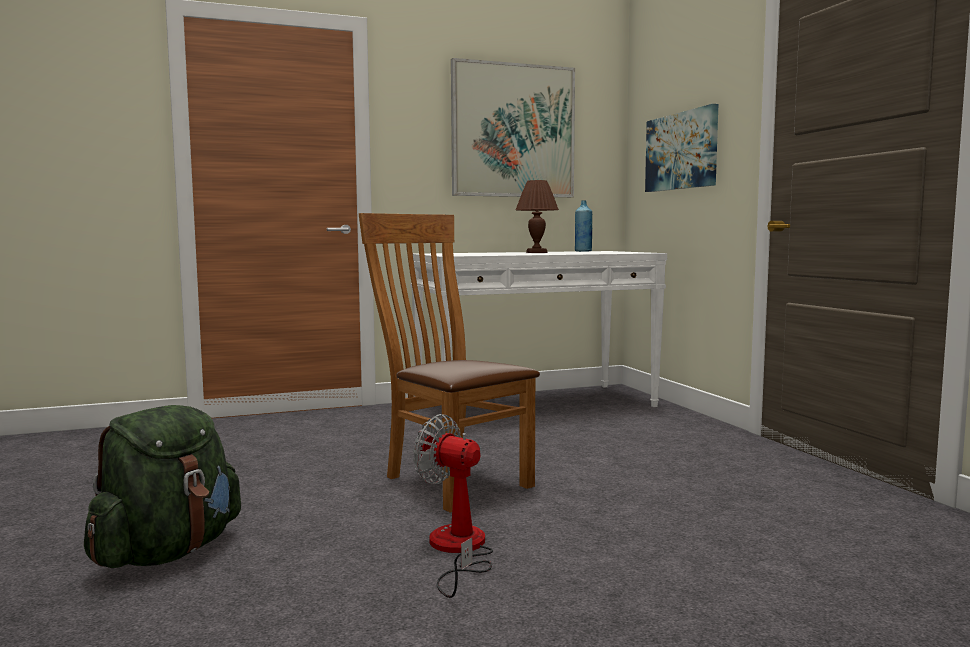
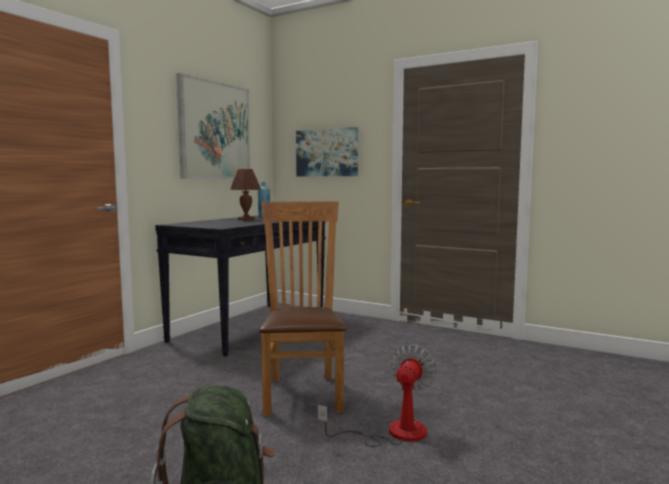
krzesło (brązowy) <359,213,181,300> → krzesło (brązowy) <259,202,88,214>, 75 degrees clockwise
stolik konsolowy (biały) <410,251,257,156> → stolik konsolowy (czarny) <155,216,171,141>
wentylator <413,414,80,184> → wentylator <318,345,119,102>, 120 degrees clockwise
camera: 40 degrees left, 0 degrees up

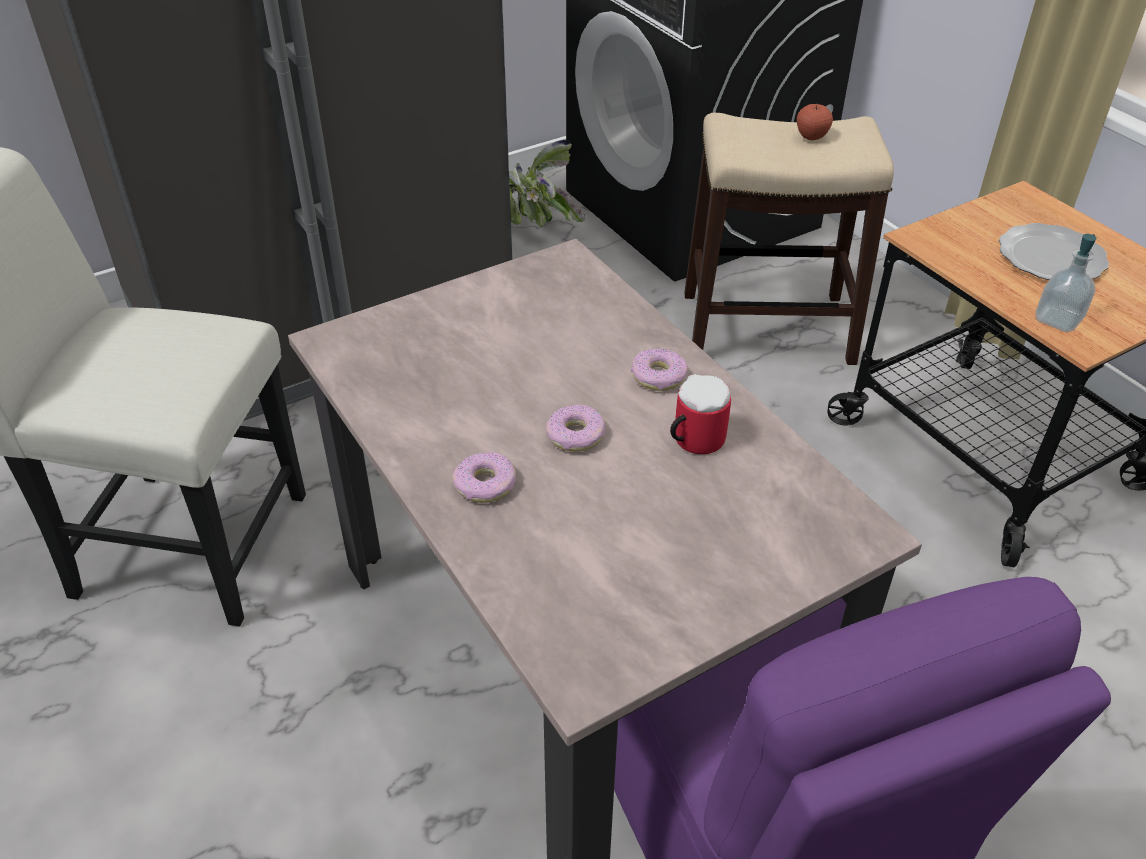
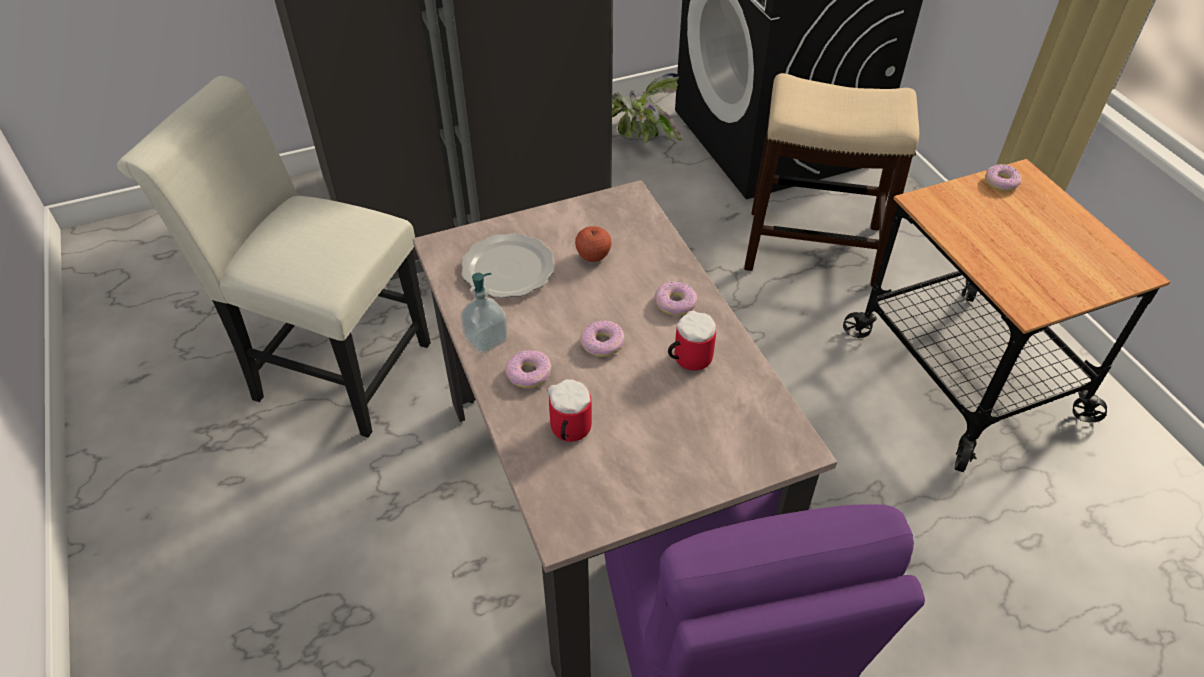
jabłko <797,104,36,36> → jabłko <575,226,36,36>, relocated
talerz <999,223,110,57> → talerz <461,233,94,65>, relocated
dozownik mydła <1035,234,62,98> → dozownik mydła <460,273,48,80>, relocated
- → donut <985,164,37,27>
- → kubek <547,379,45,63>
camera: 10 degrees right, 5 degrees up

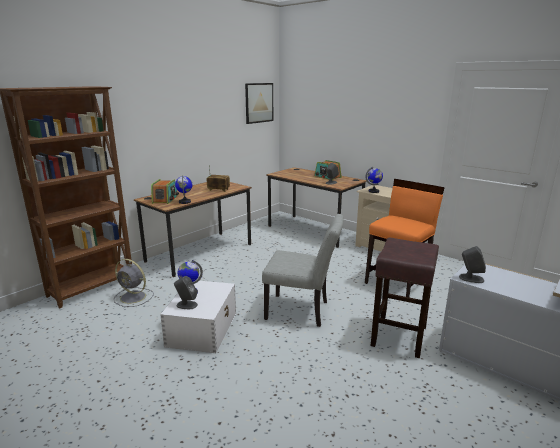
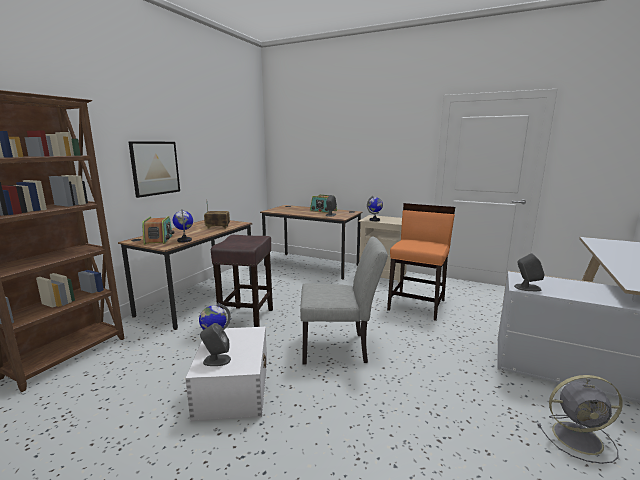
obraz <245,83,28,41> → obraz <128,141,52,57>, relocated
stołek (brązowy) <371,238,68,120> → stołek (brązowy) <211,235,62,92>, relocated
wentylator (szary) <114,259,40,48> → wentylator (szary) <537,375,86,89>, relocated
camera: 15 degrees left, 5 degrees down

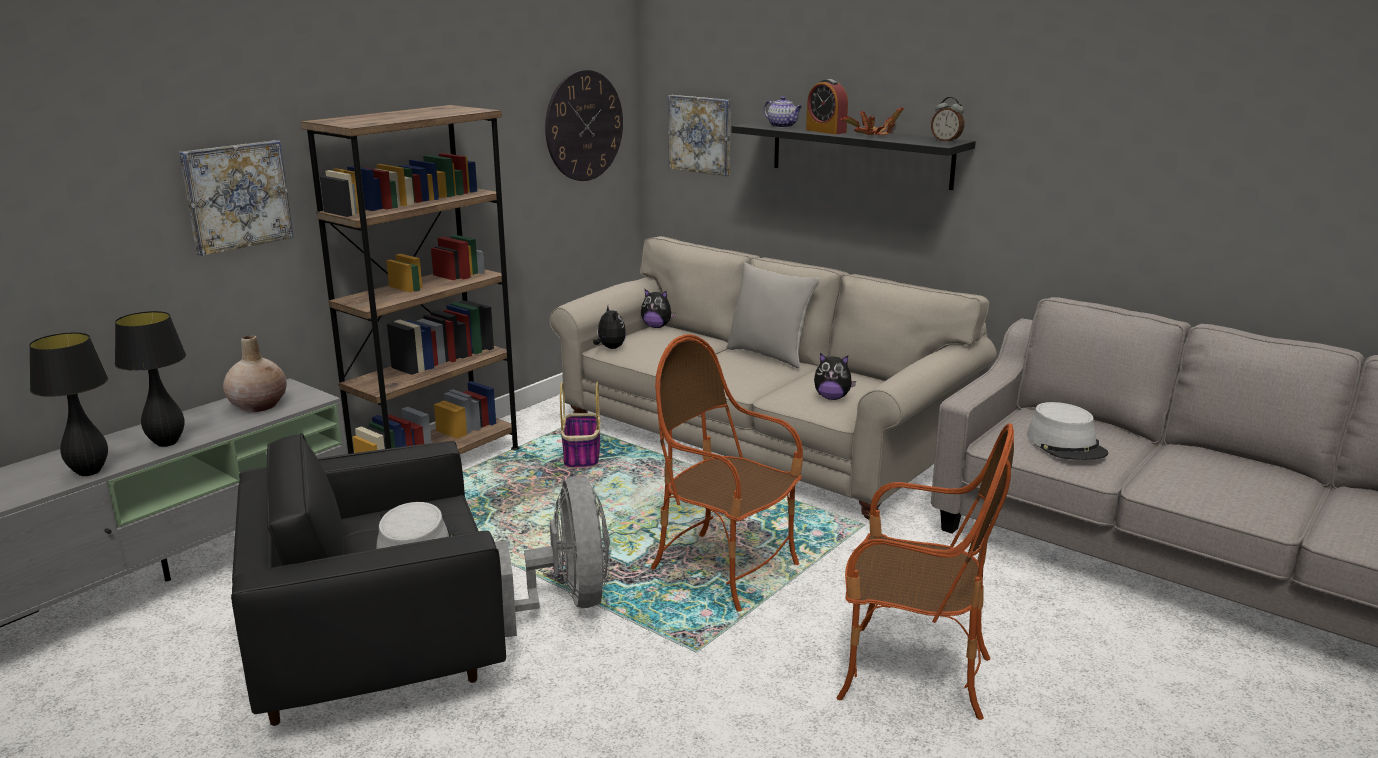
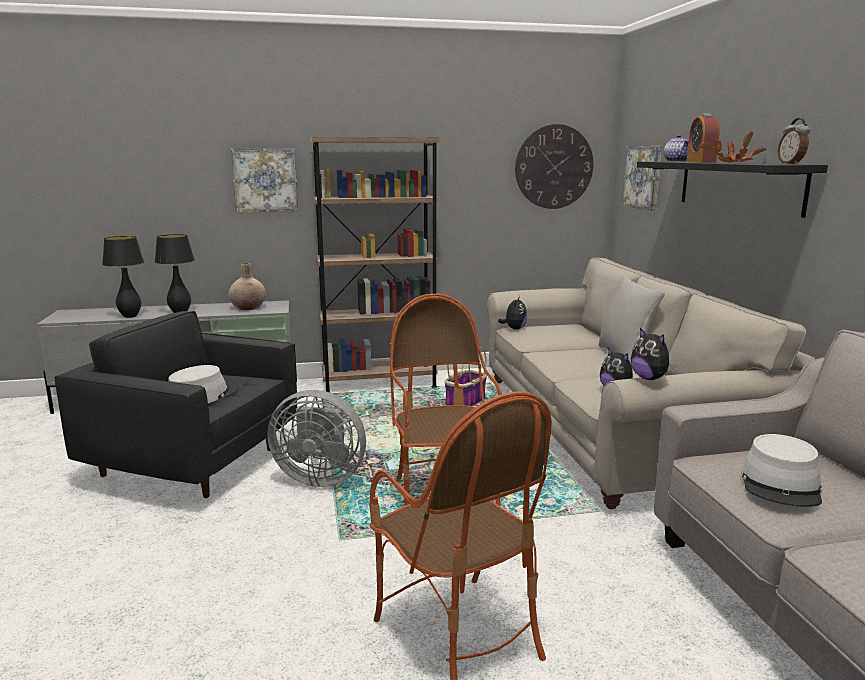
pluszak <641,289,35,39> → pluszak <631,328,46,52>, relocated
wentylator (szary) <495,477,115,160> → wentylator (szary) <267,390,99,97>, 75 degrees clockwise
camera: 40 degrees right, 5 degrees down

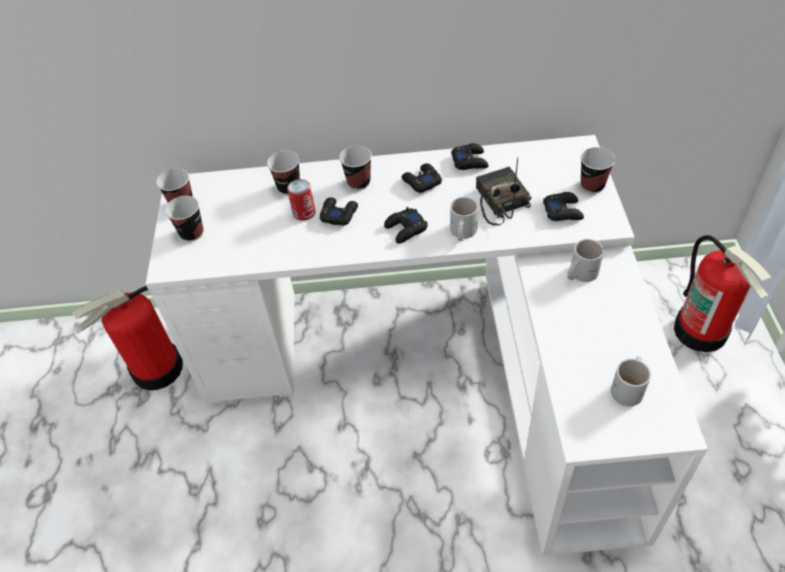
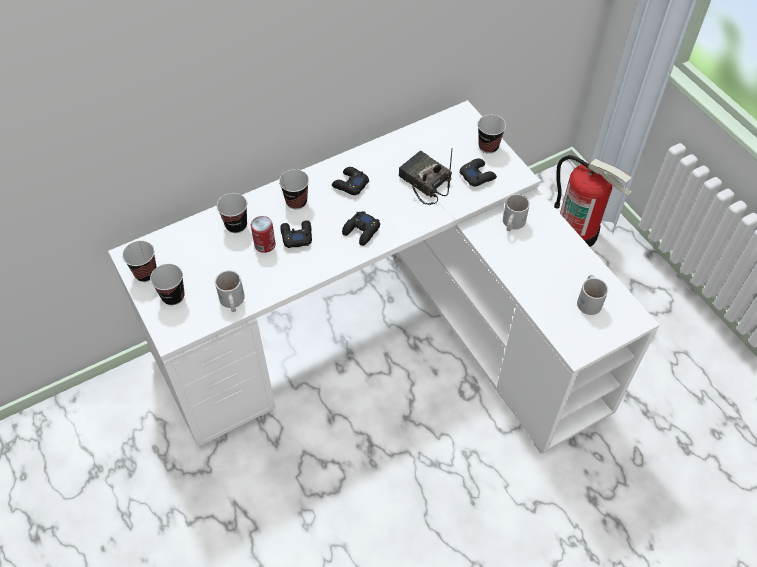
pad do gier (czarny) <451,143,38,27> → -
kubek (biały) <450,197,28,44> → kubek (biały) <215,270,30,42>, relocated
gaśnica <72,286,111,104> → -
camera: 30 degrees left, 5 degrees up

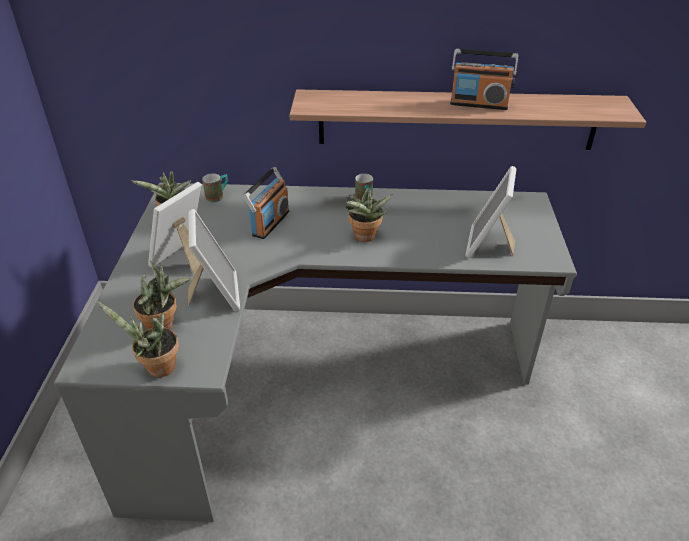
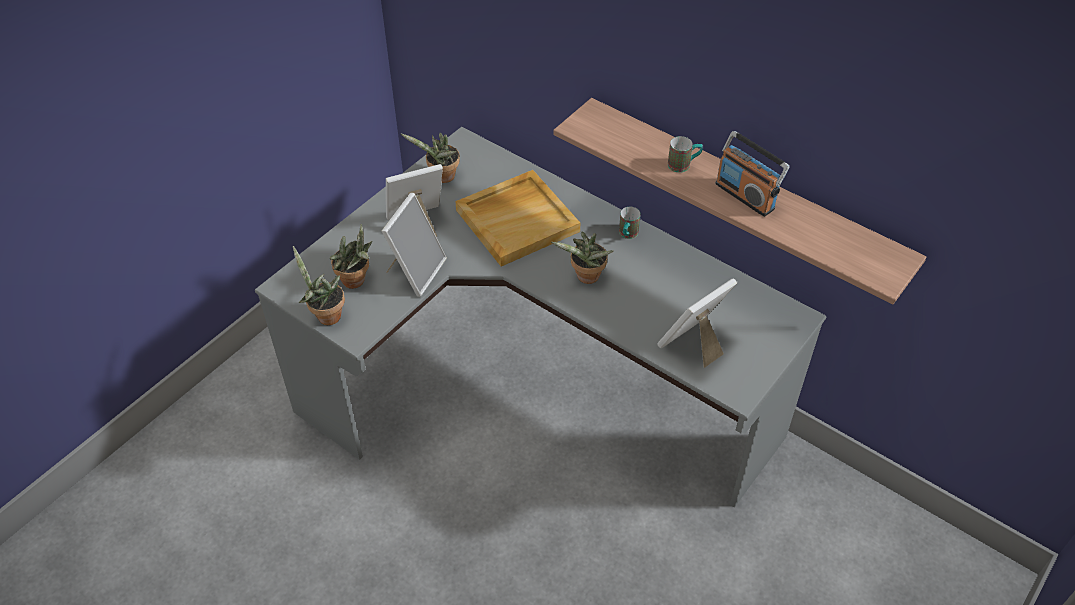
radio <243,167,46,72> → taca (beżowy) <455,170,125,96>
kubek <202,173,26,30> → kubek <668,136,35,37>, relocated
camera: 35 degrees right, 10 degrees up

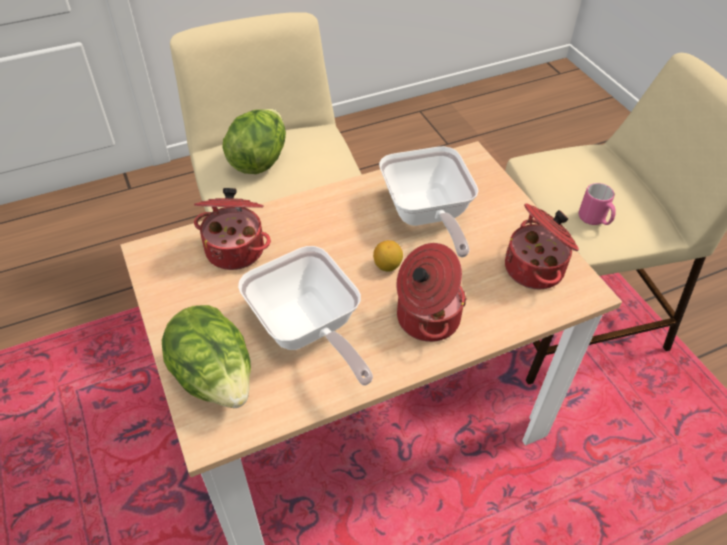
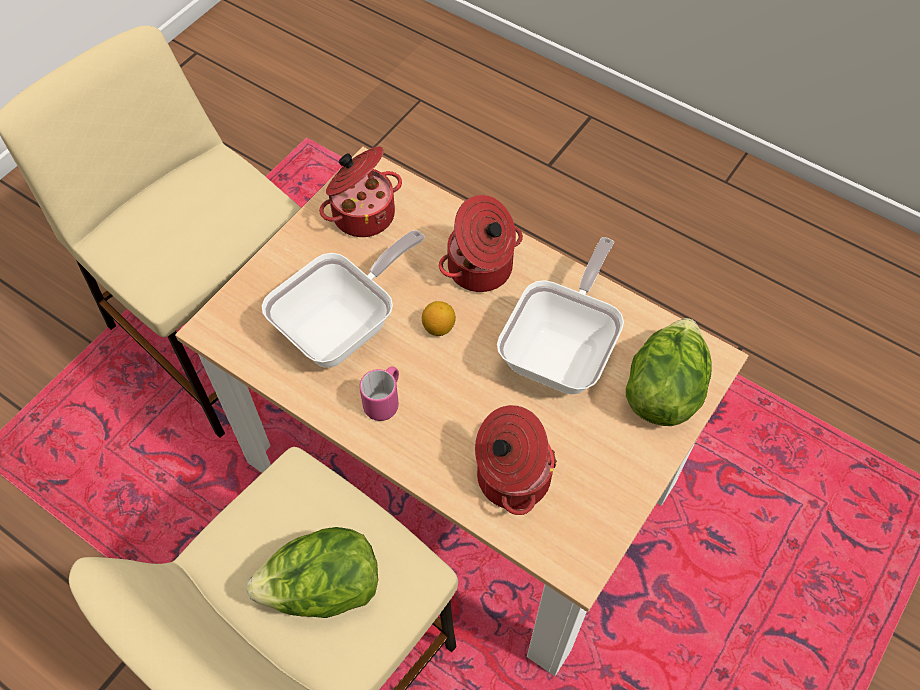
kubek (różowy) <579,183,37,42> → kubek (różowy) <360,366,39,55>, relocated
camera: 120 degrees left, 10 degrees up

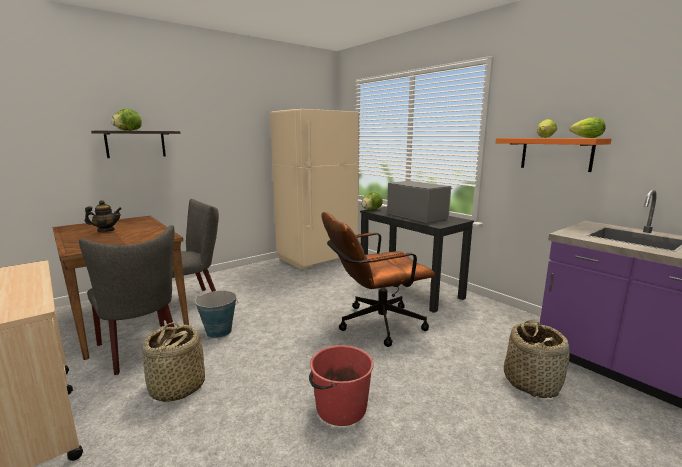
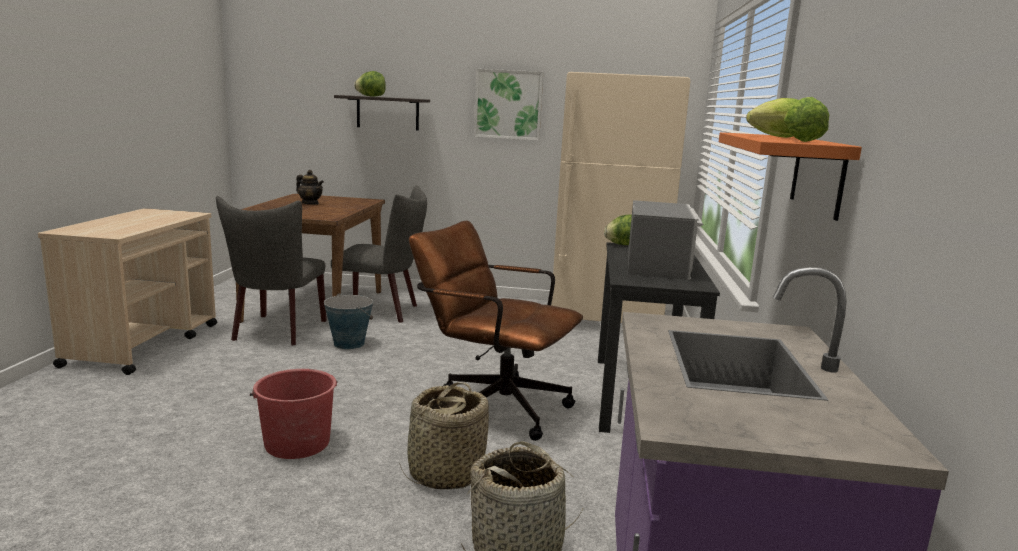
koszyk <142,322,63,80> → koszyk <399,382,90,107>, relocated
- → obraz <474,69,69,72>
camera: 45 degrees right, 0 degrees up

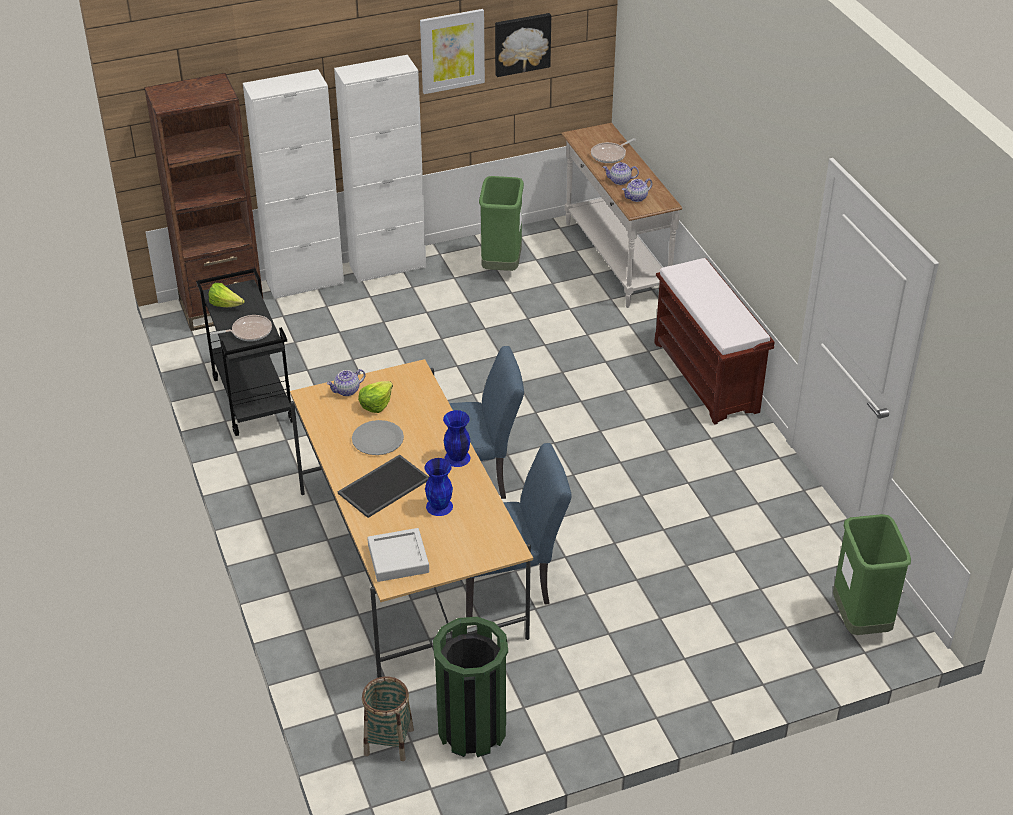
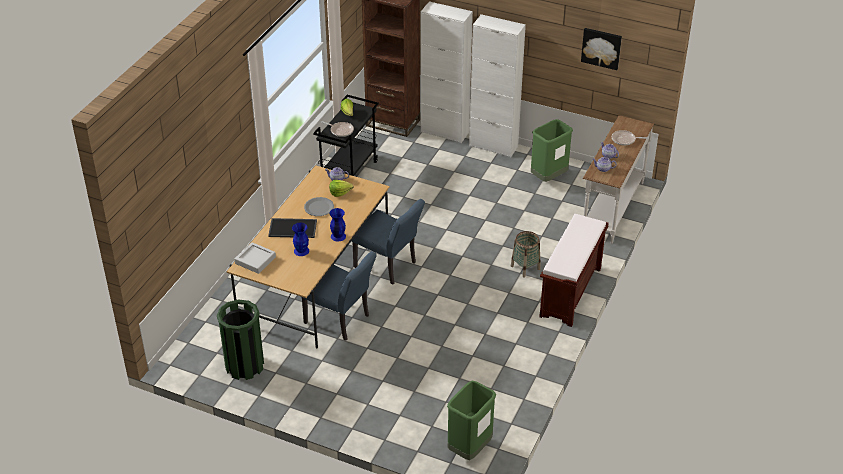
obraz <420,9,65,85> → -
koszyk <362,676,52,85> → koszyk <511,231,29,46>, relocated
camera: 45 degrees right, 0 degrees up

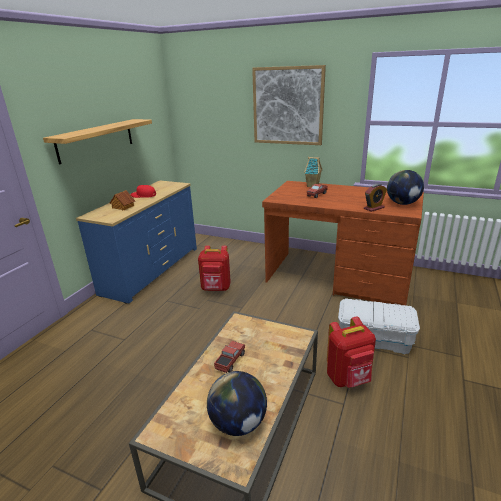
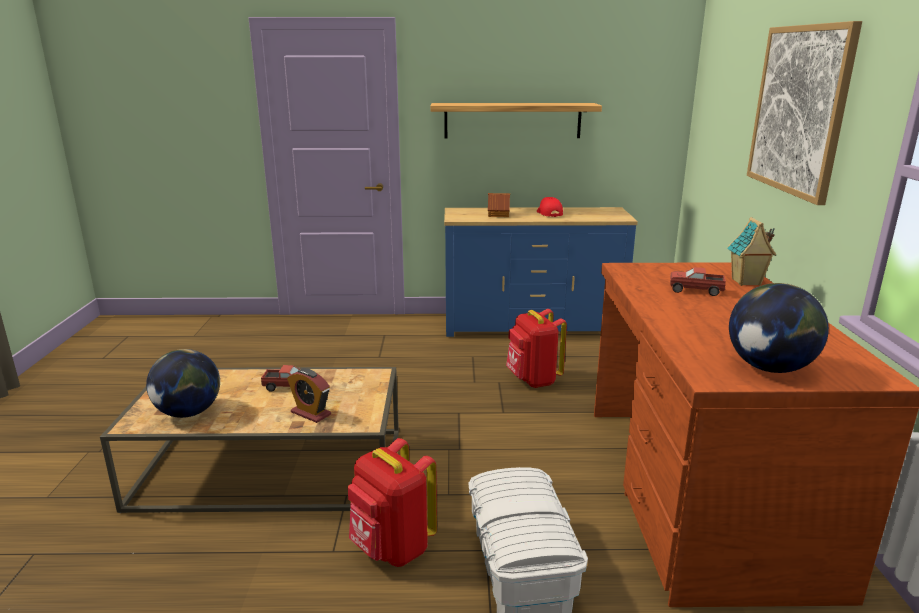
budzik <364,184,23,28> → budzik <287,368,44,55>, relocated
camera: 65 degrees right, 5 degrees down

